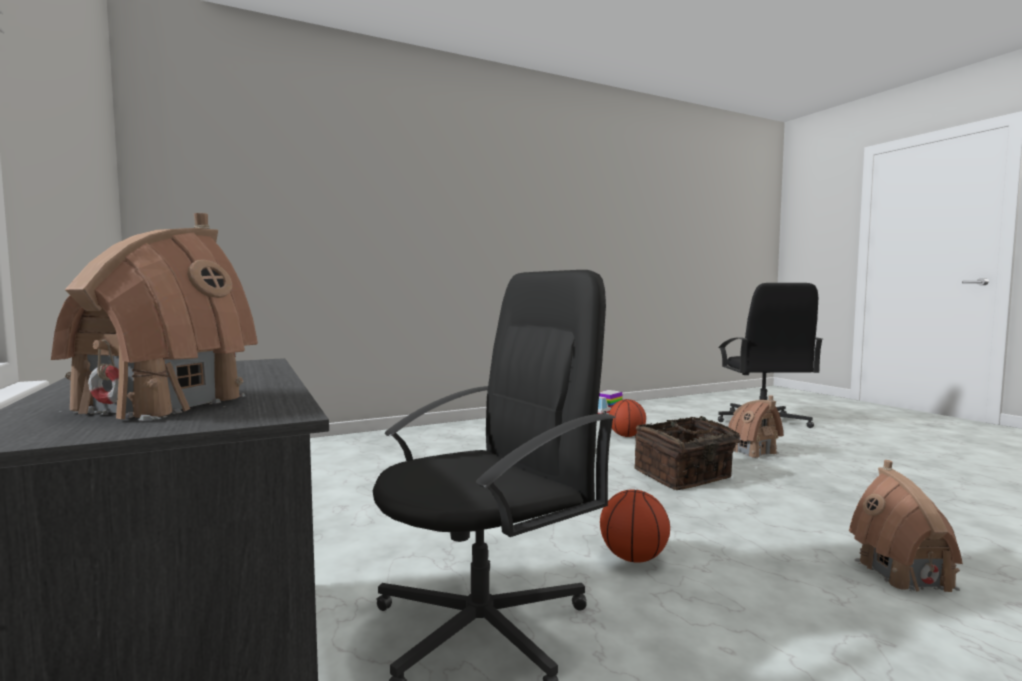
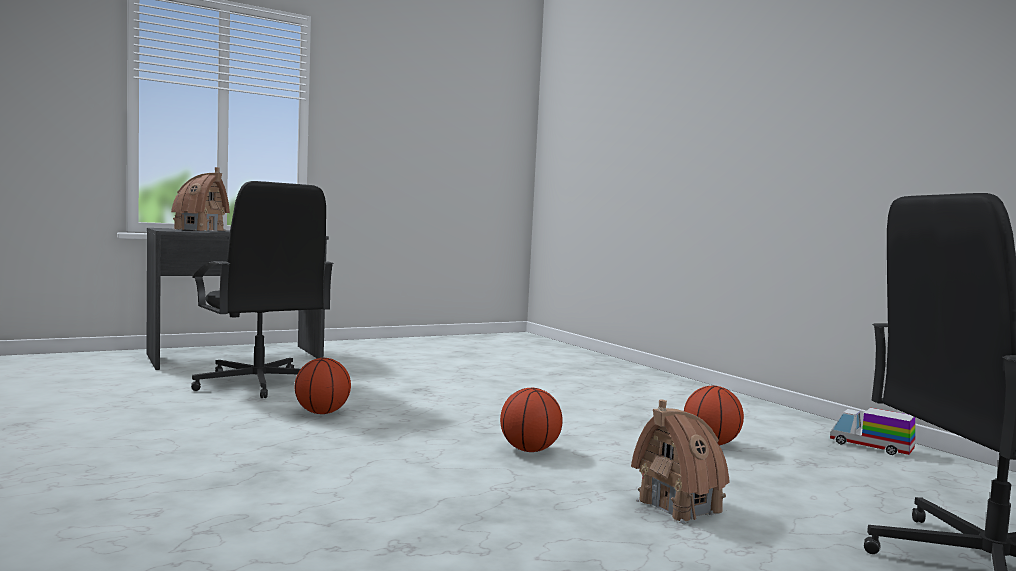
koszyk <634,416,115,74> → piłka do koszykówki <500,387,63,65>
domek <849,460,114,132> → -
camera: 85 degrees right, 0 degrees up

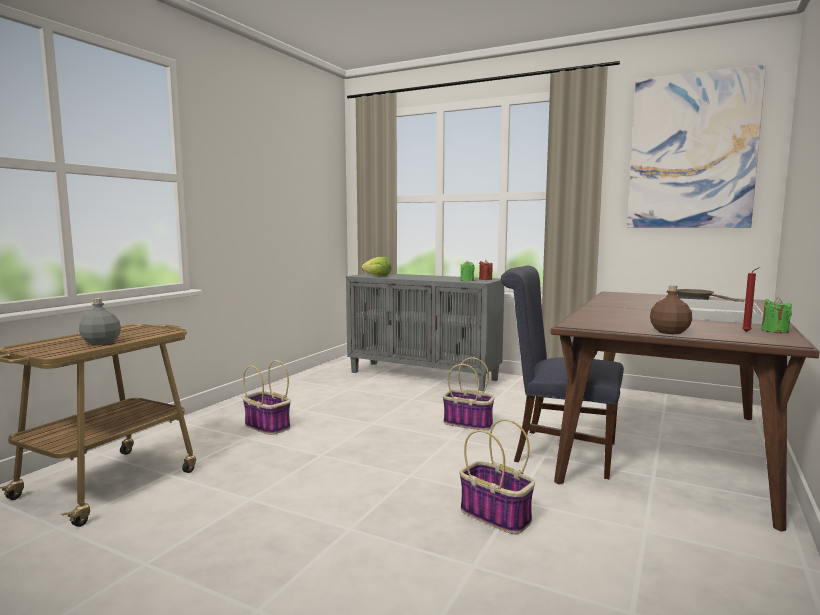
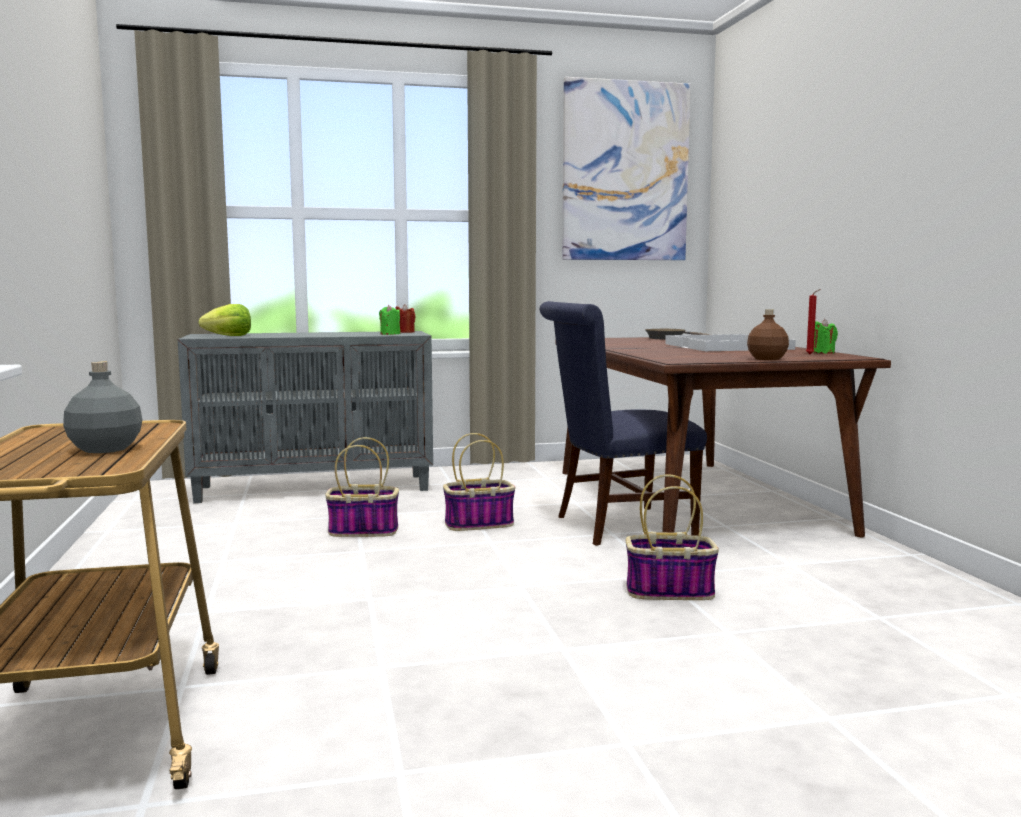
koszyk <243,360,48,75> → koszyk <325,437,74,100>, relocated
camera: 40 degrees left, 0 degrees up

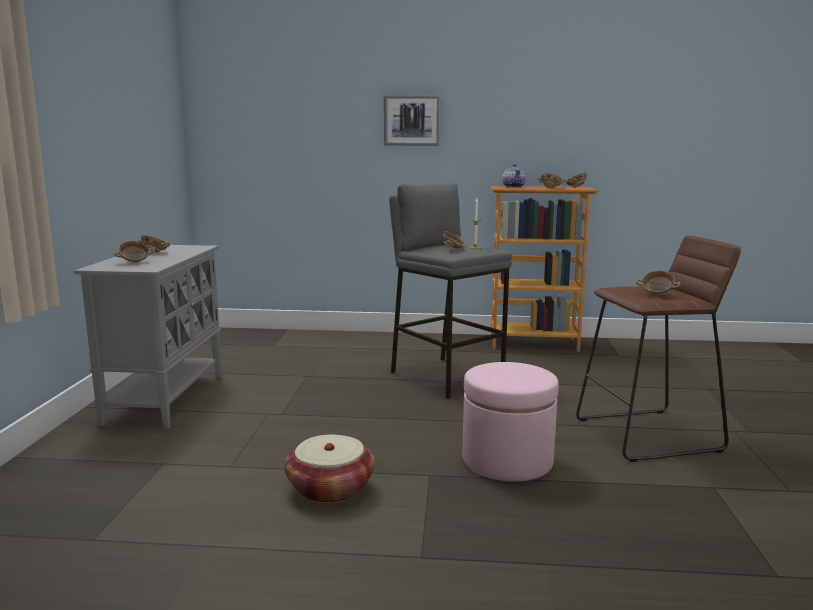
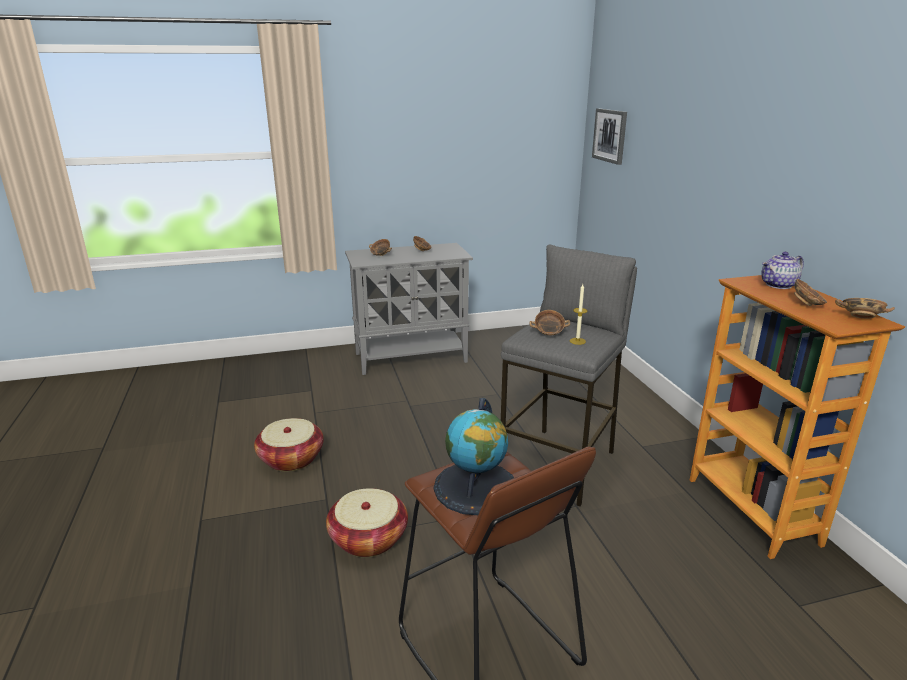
obraz <384,95,57,51> → obraz <592,108,35,57>, relocated
miska <636,271,45,24> → globus <434,398,80,117>
pufa (różowy) <462,362,97,120> → koszyk <326,488,82,69>
camera: 70 degrees right, 10 degrees up

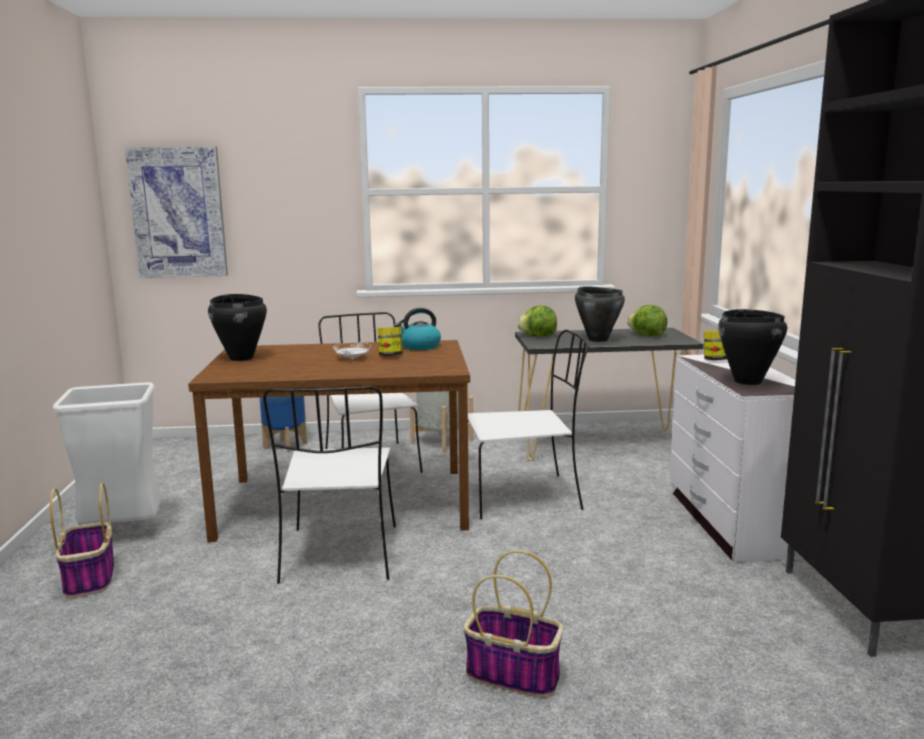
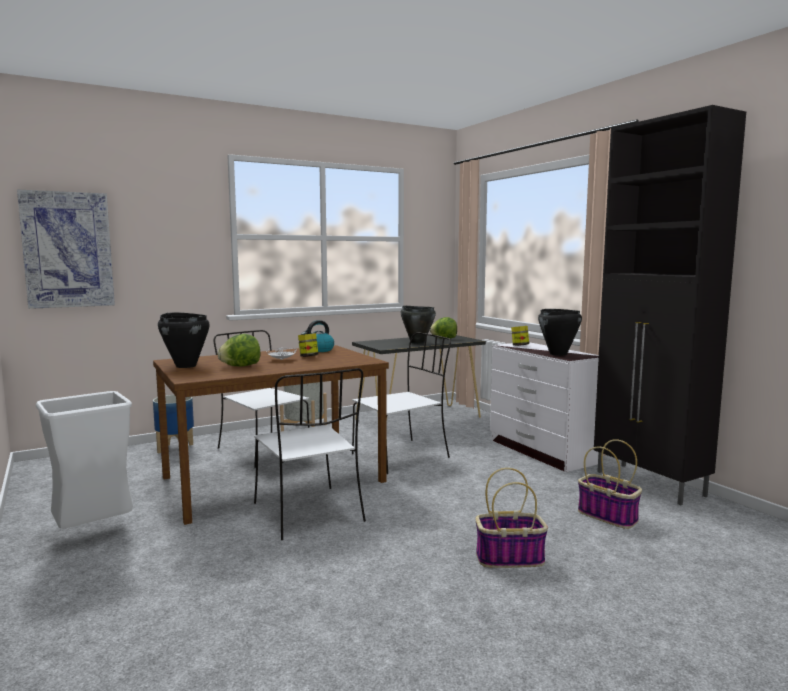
sałata <517,305,40,32> → sałata <217,334,43,32>, relocated
koszyk <50,483,64,115> → koszyk <578,439,64,90>, relocated
camera: 25 degrees left, 5 degrees down

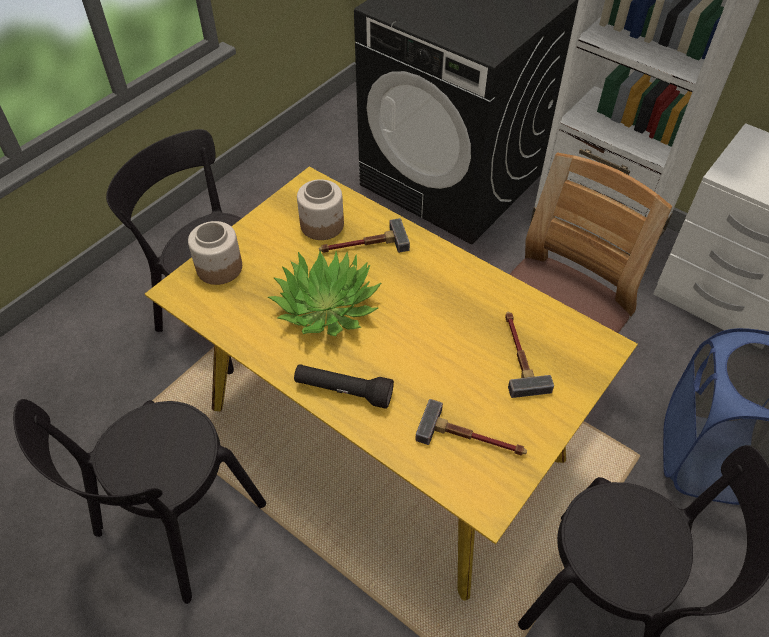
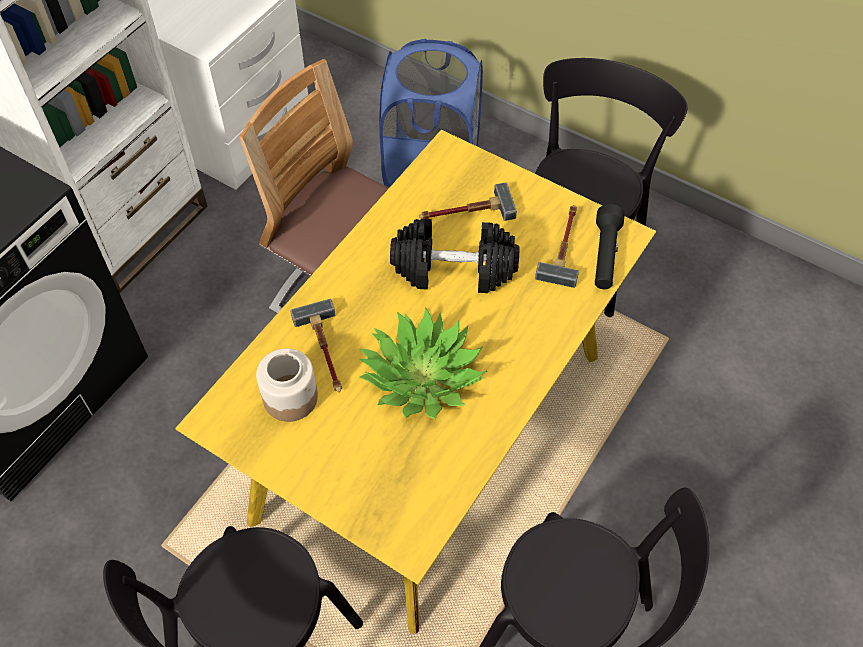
słoik <188,221,54,64> → -
latarka (czarny) <294,364,100,45> → latarka (czarny) <595,204,30,85>, relocated
- → hantel (czarny) <390,219,129,74>
camera: 95 degrees left, 5 degrees up

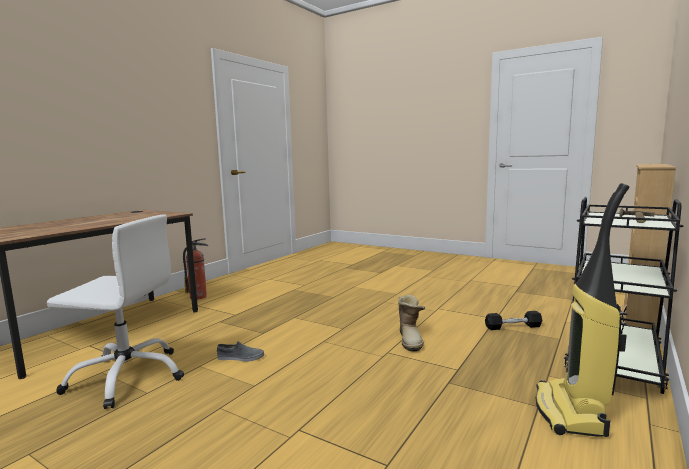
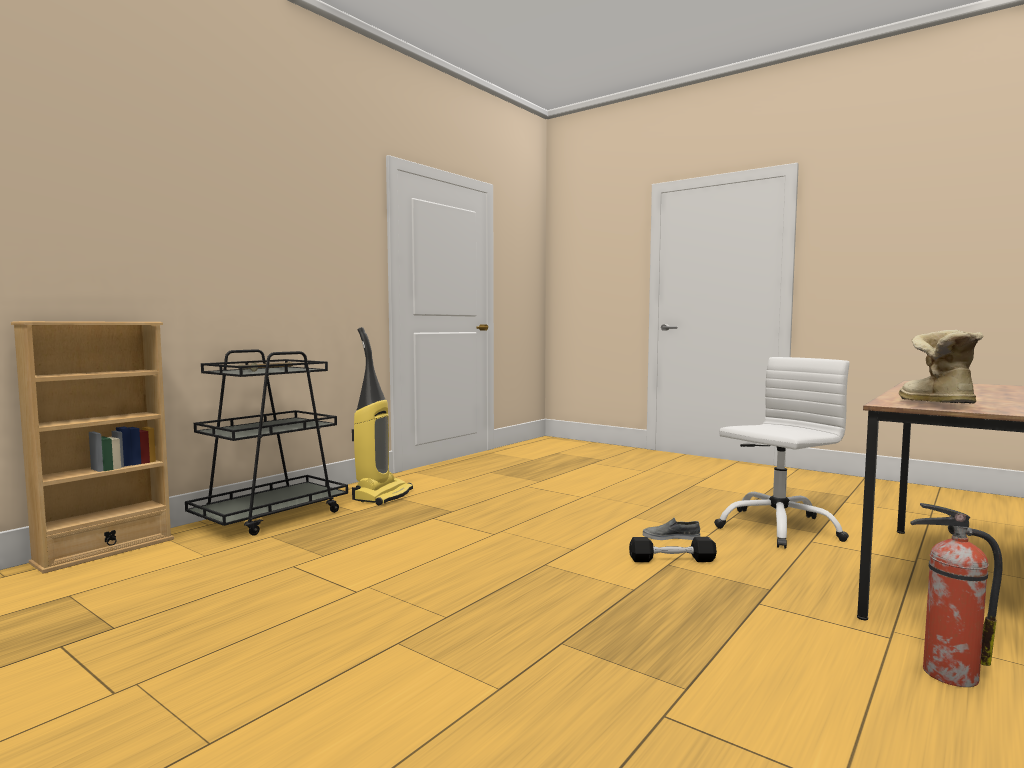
krzesło biurowe (biały) <47,214,137,195> → krzesło biurowe (biały) <714,357,136,191>, 135 degrees clockwise
but z cholewką <398,295,27,57> → but z cholewką <899,330,84,74>, relocated
hantel (czarny) <485,311,57,19> → hantel (czarny) <629,537,88,25>, relocated
camera: 175 degrees left, 5 degrees down

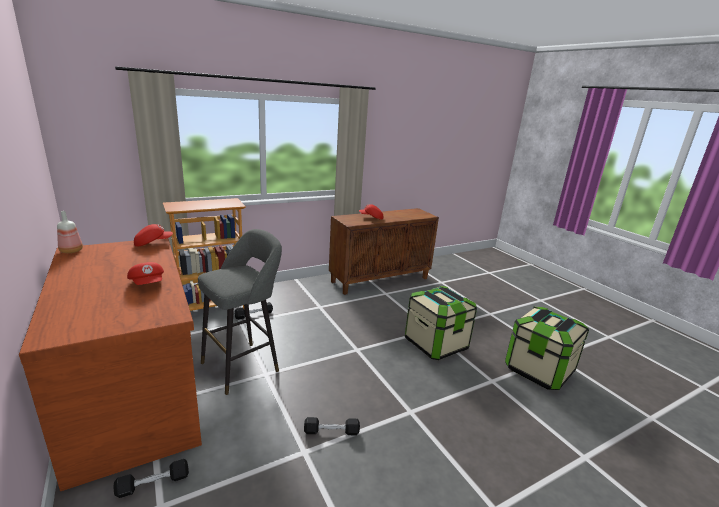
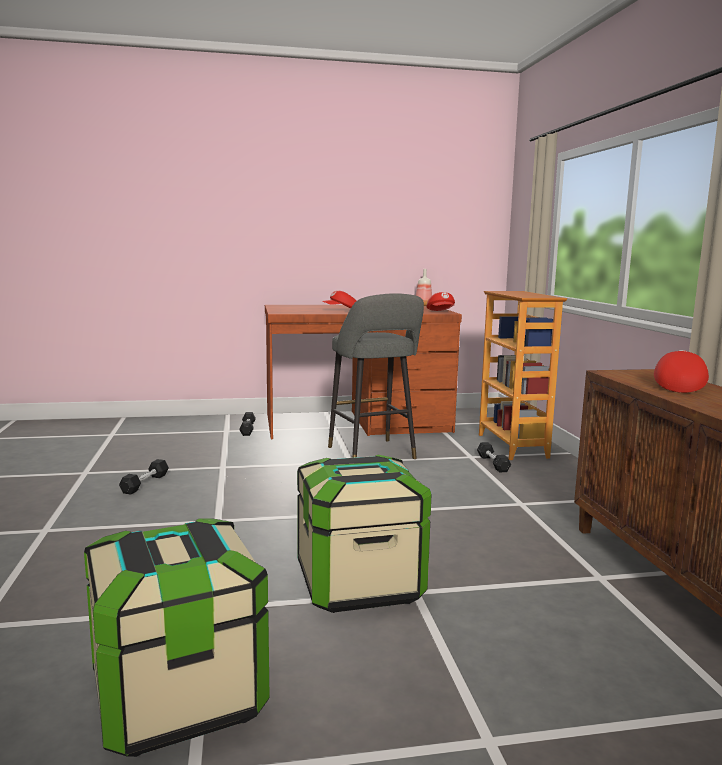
hantel (czarny) <304,417,56,19> → hantel (czarny) <119,459,50,35>, relocated
camera: 110 degrees right, 10 degrees down

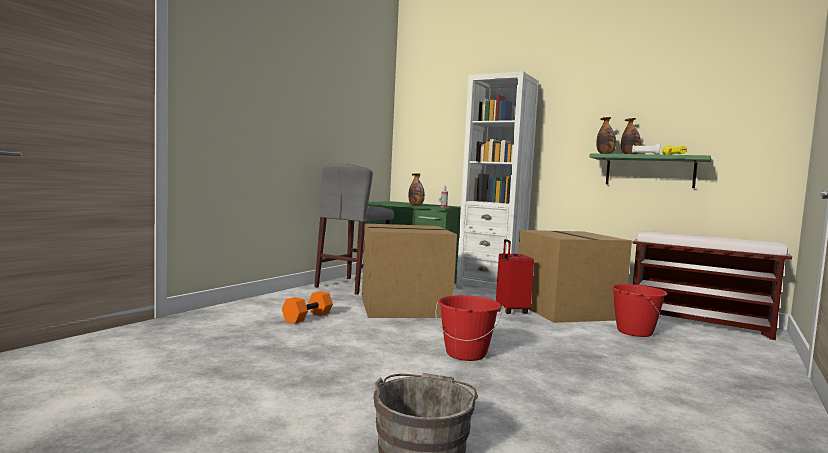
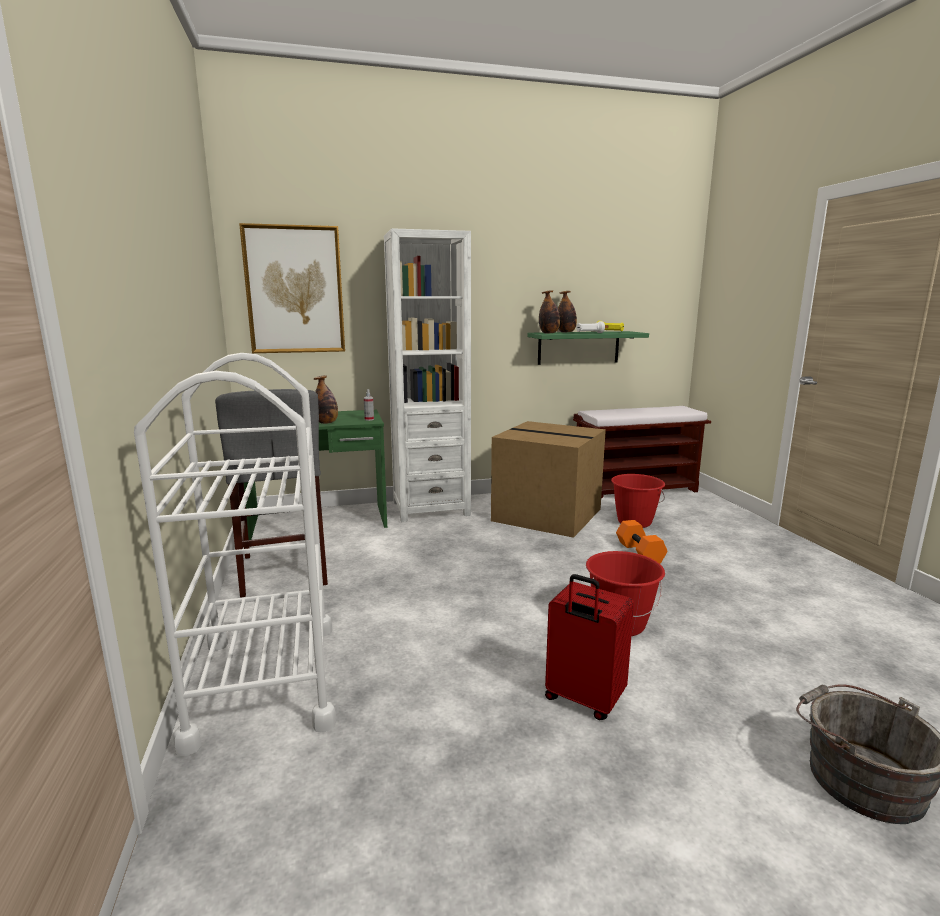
karton <362,224,95,94> → -
walizka (czerwony) <496,239,38,75> → walizka (czerwony) <545,574,89,146>, relocated
hantel (pomarańczowy) <282,291,51,33> → hantel (pomarańczowy) <616,520,51,44>, relocated
- → obraz <239,223,106,130>
- → wózek (biały) <134,353,202,403>
camera: 45 degrees left, 10 degrees up

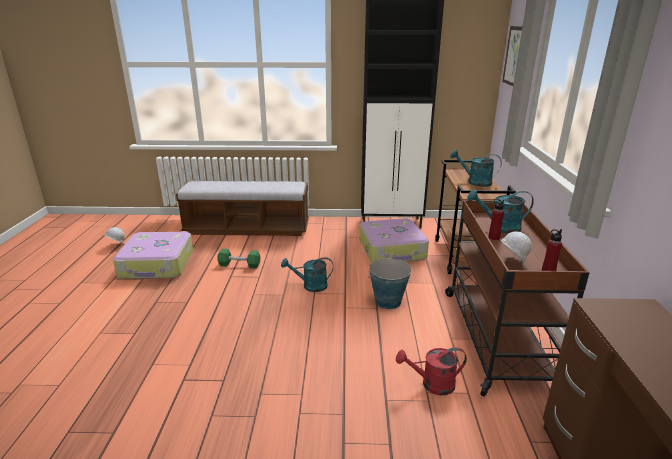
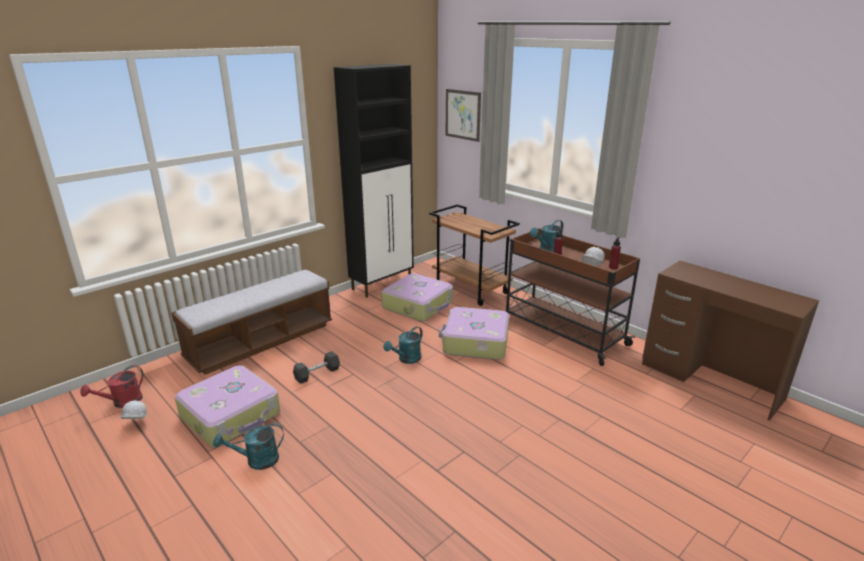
konewka (turkusowy) <450,150,52,37> → konewka (turkusowy) <213,423,71,47>, relocated
hantel (zielony) <217,249,43,20> → hantel (szary) <293,351,47,33>
wiadro <367,258,45,51> → walizka <439,307,70,53>
konewka (czerwony) <396,347,71,48> → konewka (czerwony) <80,365,64,43>, relocated
camera: 45 degrees left, 0 degrees up

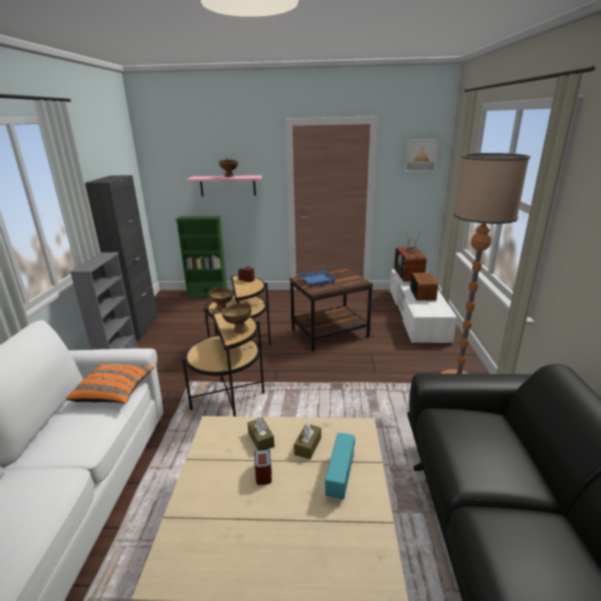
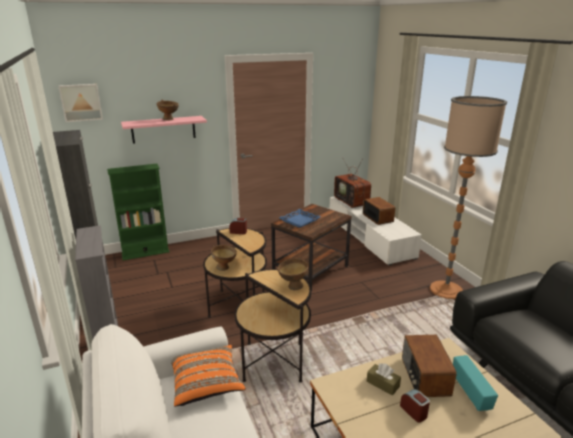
obraz <405,139,34,33> → obraz <58,84,45,38>, relocated
pudełko chusteczek (brązowy) <294,423,27,36> → radio <402,335,54,62>
camera: 25 degrees left, 0 degrees up

